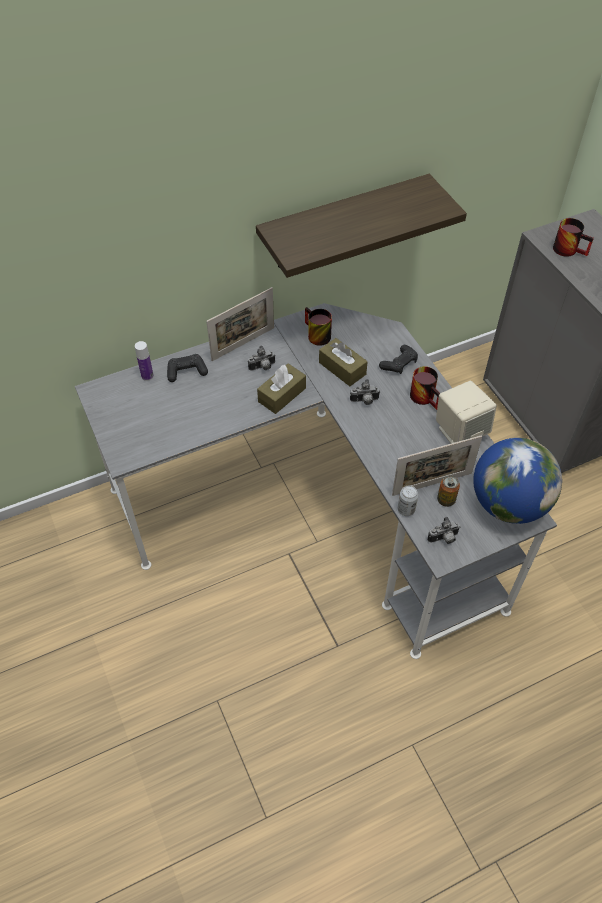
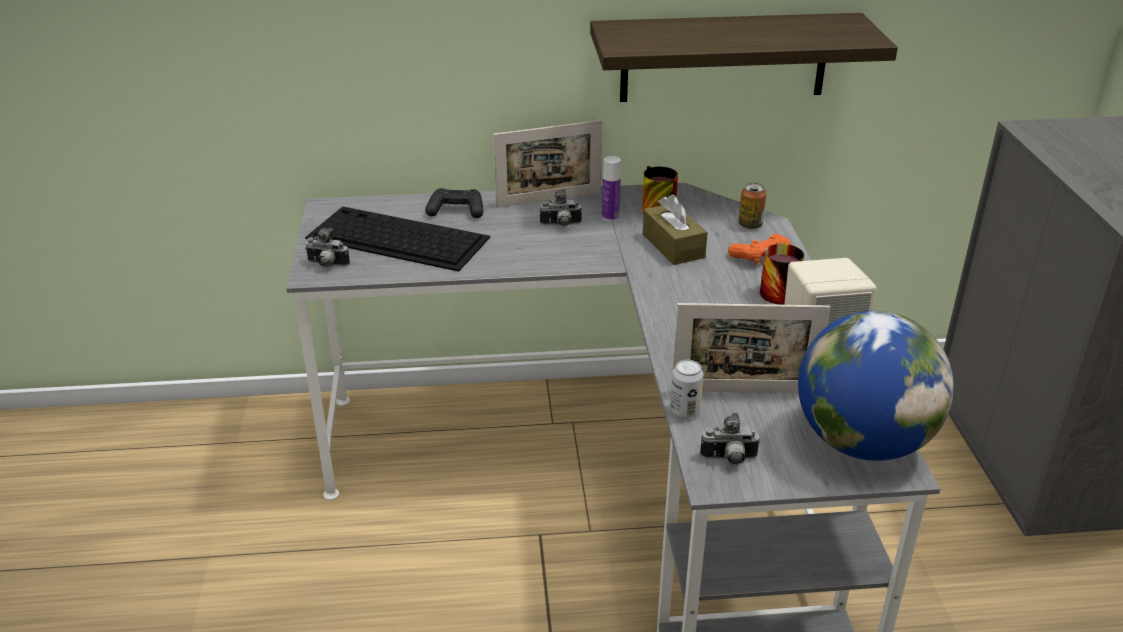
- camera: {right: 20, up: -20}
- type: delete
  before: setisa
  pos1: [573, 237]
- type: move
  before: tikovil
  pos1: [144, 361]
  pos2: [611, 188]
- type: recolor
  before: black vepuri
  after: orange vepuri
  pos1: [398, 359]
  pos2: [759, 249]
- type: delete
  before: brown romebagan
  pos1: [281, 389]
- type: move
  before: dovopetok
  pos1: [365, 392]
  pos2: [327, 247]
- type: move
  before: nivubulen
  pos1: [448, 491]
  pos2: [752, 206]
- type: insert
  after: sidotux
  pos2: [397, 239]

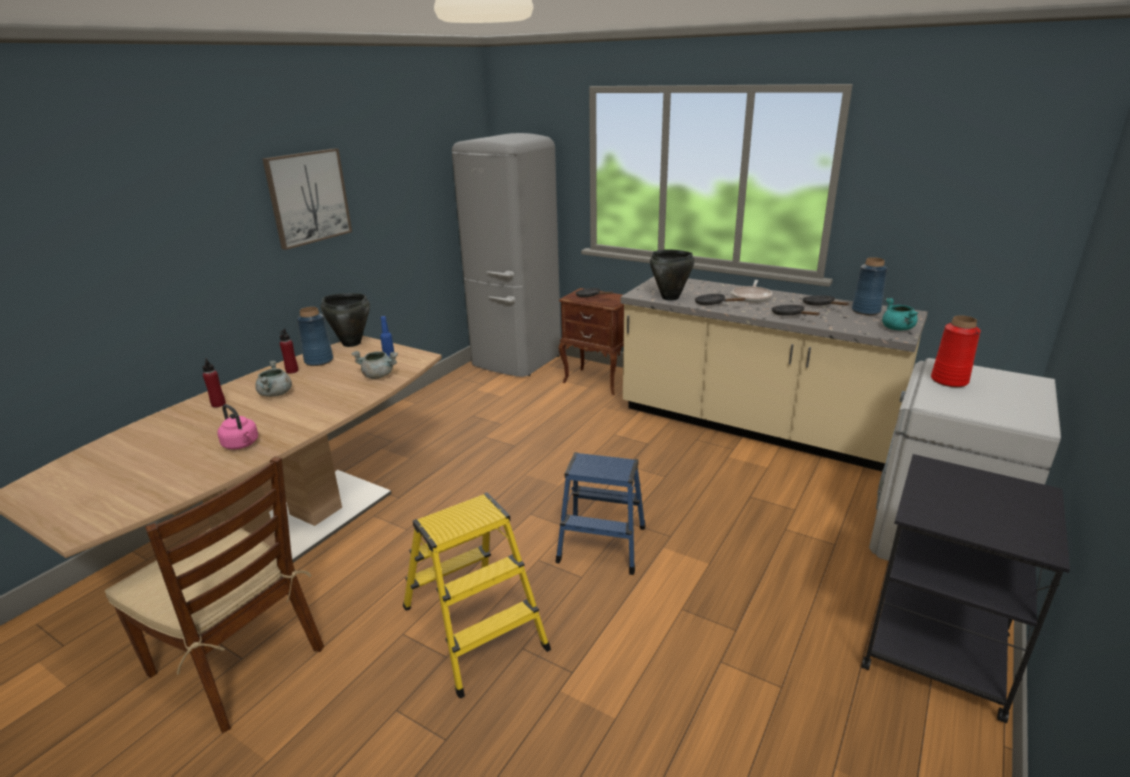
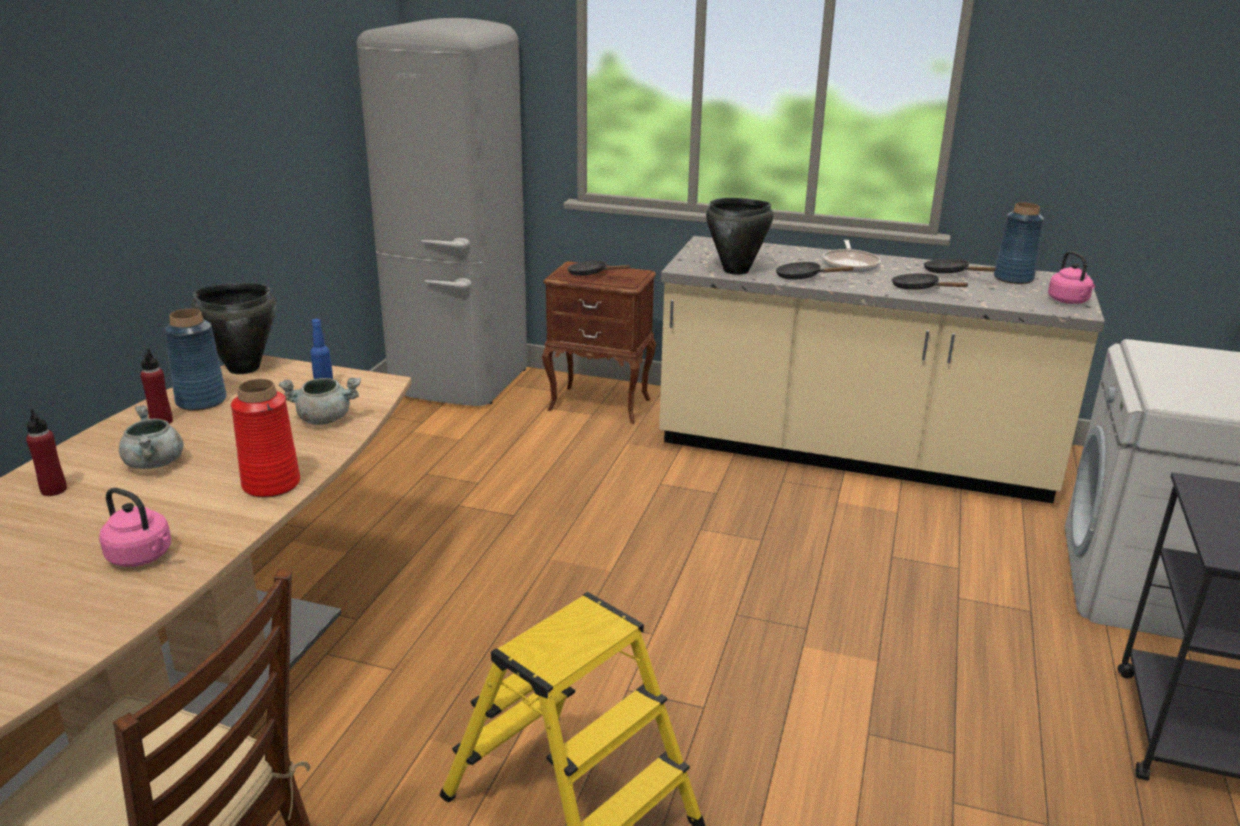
- camera: {right: -15, up: 0}
- type: delete
  before: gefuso
  pos1: [307, 199]
- type: replace
  before: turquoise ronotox
  after: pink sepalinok
  pos1: [900, 314]
  pos2: [1071, 277]
- type: move
  before: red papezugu
  pos1: [956, 351]
  pos2: [265, 438]
- type: delete
  before: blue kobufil
  pos1: [601, 513]

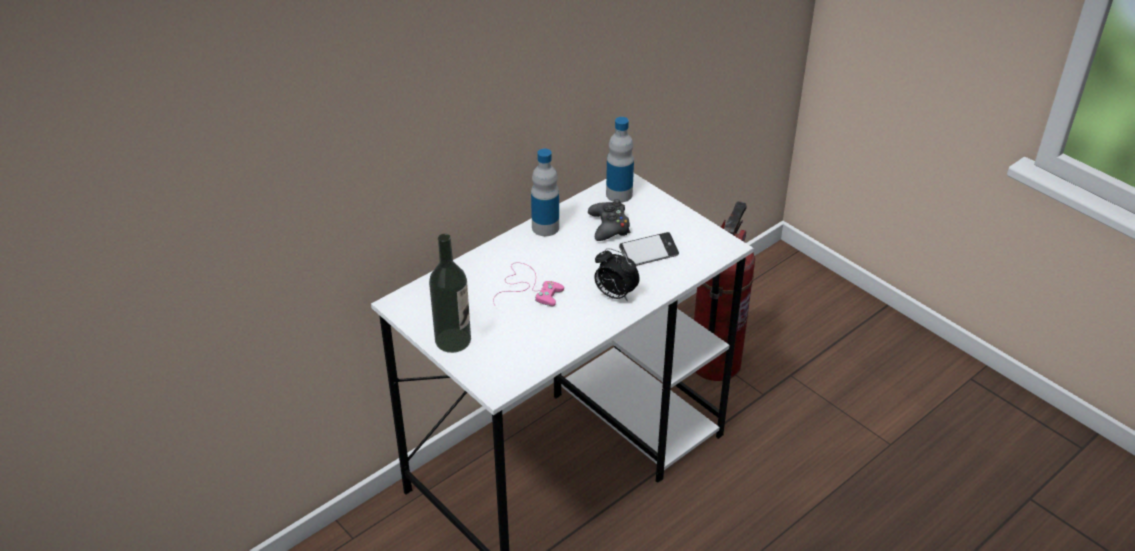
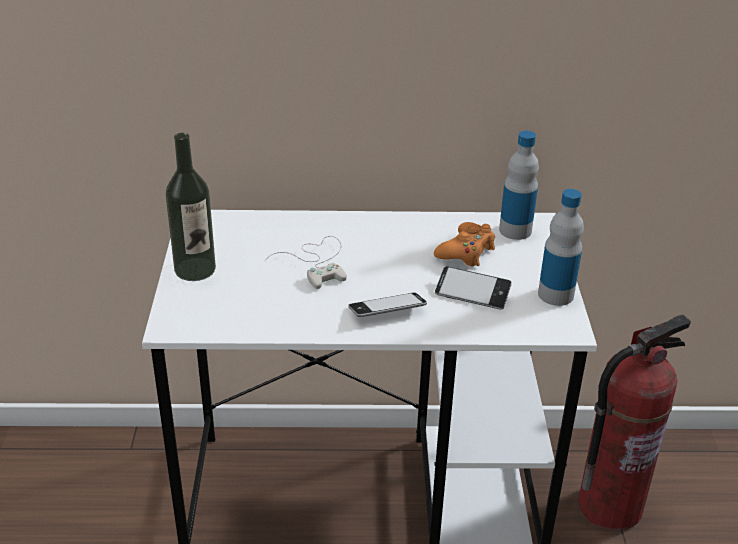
- camera: {right: 40, up: -5}
- type: move
  before: tikovil
  pos1: [545, 192]
  pos2: [561, 247]
- type: recolor
  before: black vepuri
  after: orange vepuri
  pos1: [609, 220]
  pos2: [464, 244]
- type: replace
  before: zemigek
  after: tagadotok
  pos1: [617, 275]
  pos2: [387, 305]
- type: recolor
  before: pink vepuri
  after: white vepuri
  pos1: [528, 284]
  pos2: [306, 262]

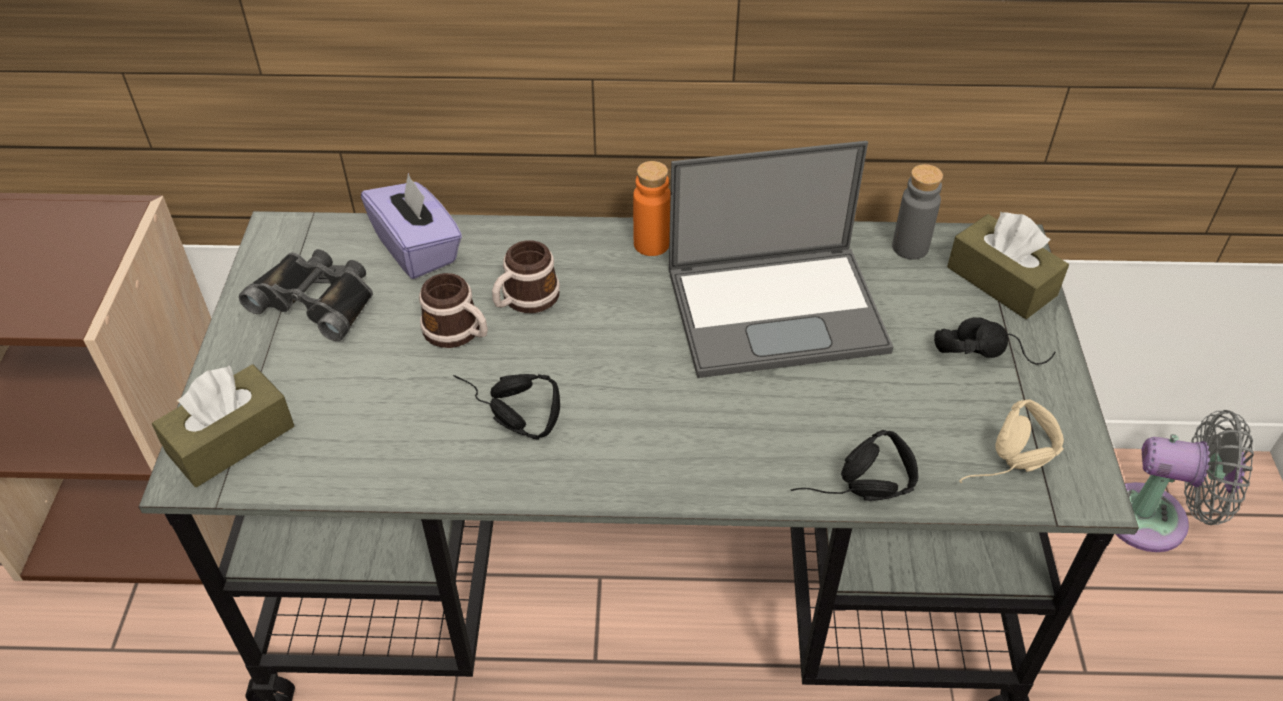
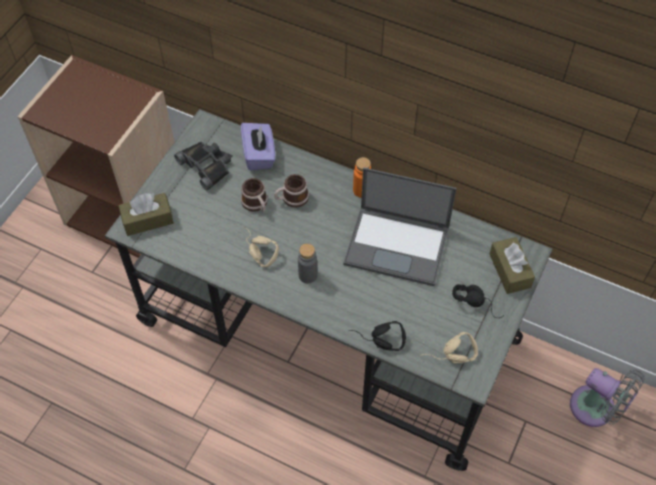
- camera: {right: 25, up: 10}
- type: move
  before: grey tikovil
  pos1: [917, 212]
  pos2: [307, 263]
- type: recolor
  before: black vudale
  after: beige vudale
  pos1: [506, 407]
  pos2: [261, 246]

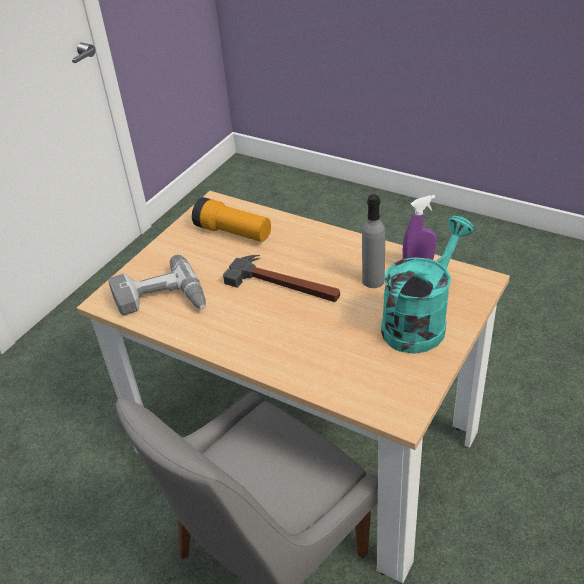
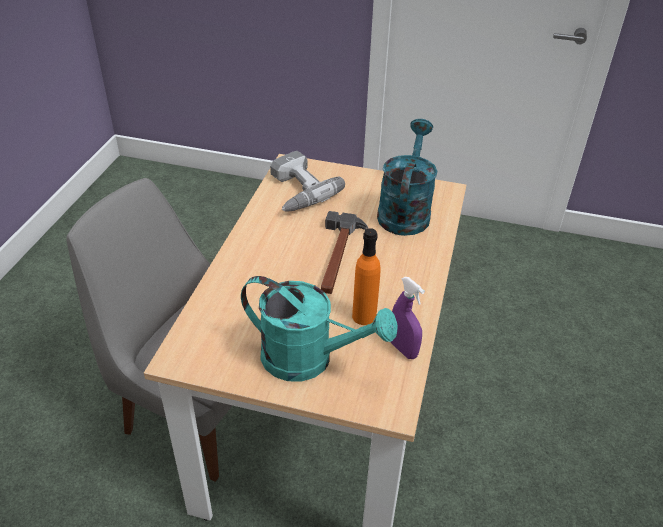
- camera: {right: 70, up: 0}
- type: recolor
  before: grey tikovil
  after: orange tikovil
  pos1: [373, 241]
  pos2: [366, 276]
- type: replace
  before: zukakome
  after: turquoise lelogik
  pos1: [231, 219]
  pos2: [407, 177]

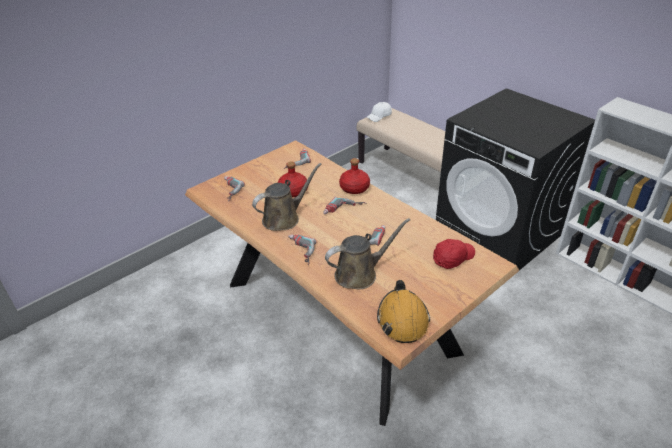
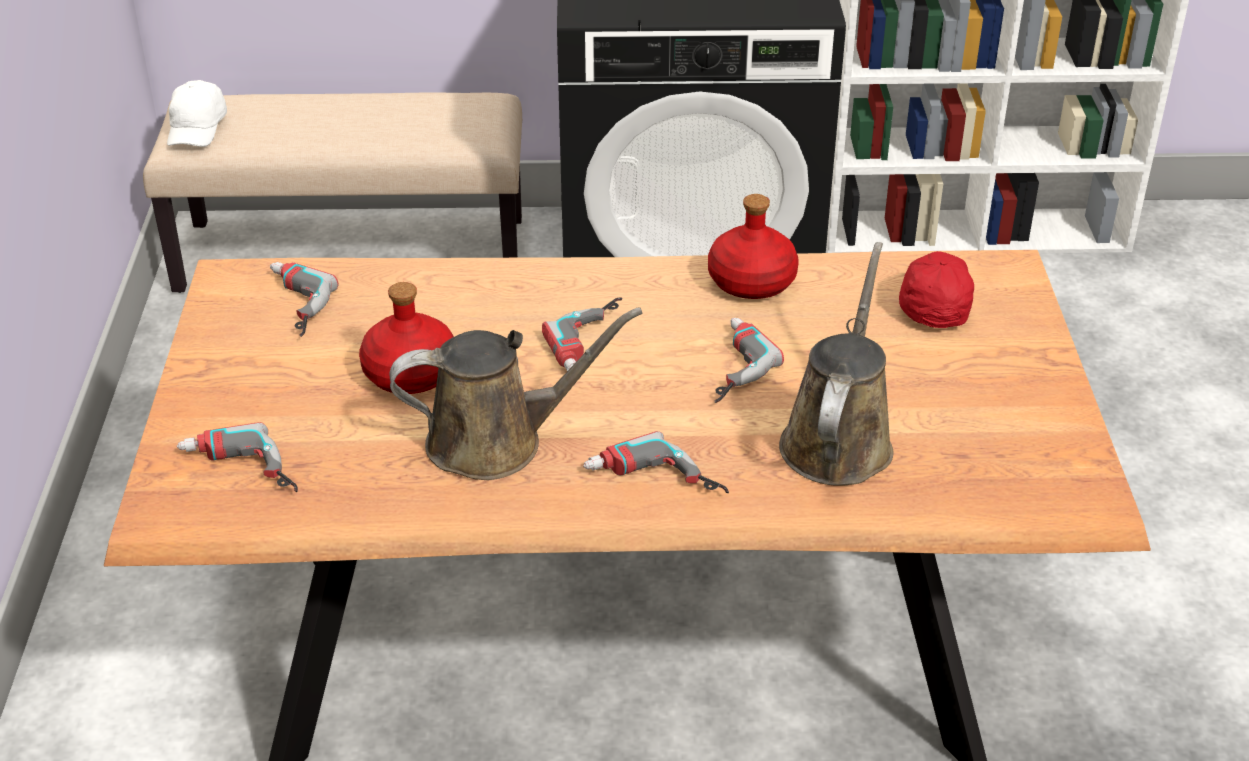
- camera: {right: -50, up: 0}
- type: move
  before: red tikovil
  pos1: [354, 176]
  pos2: [753, 246]
- type: rotate
  before: brown lelogik
  pos1: [287, 197]
  pos2: [516, 393]
  turn: 75
- type: delete
  before: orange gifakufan
  pos1: [403, 311]

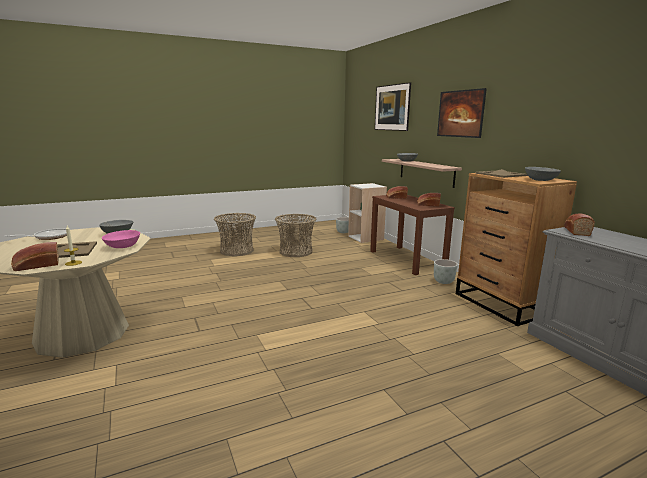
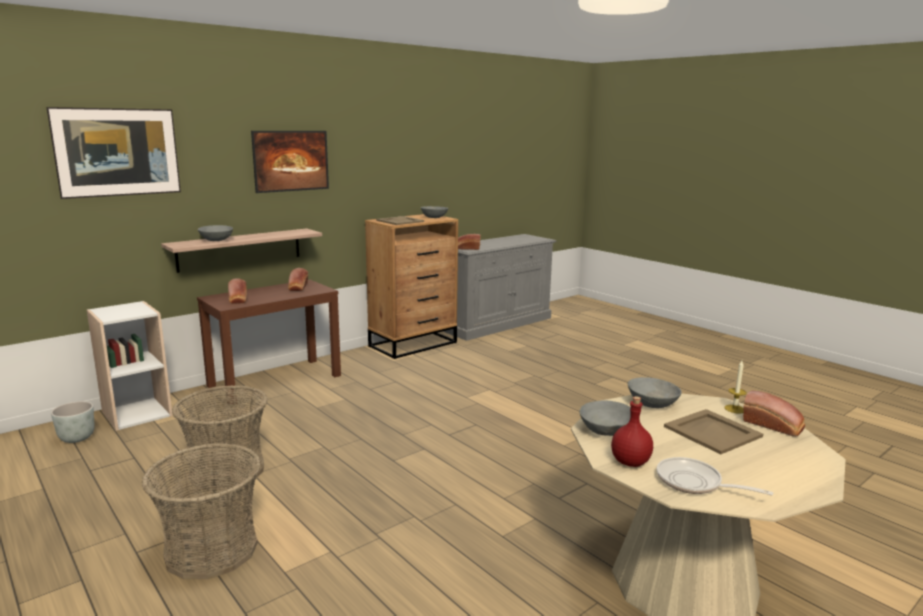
- camera: {right: -105, up: 0}
- type: recolor
  before: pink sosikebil
  after: grey sosikebil
  pos1: [121, 239]
  pos2: [655, 392]
- type: delete
  before: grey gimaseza
  pos1: [446, 271]
- type: insert
  after: red tikovil
  pos2: [632, 431]

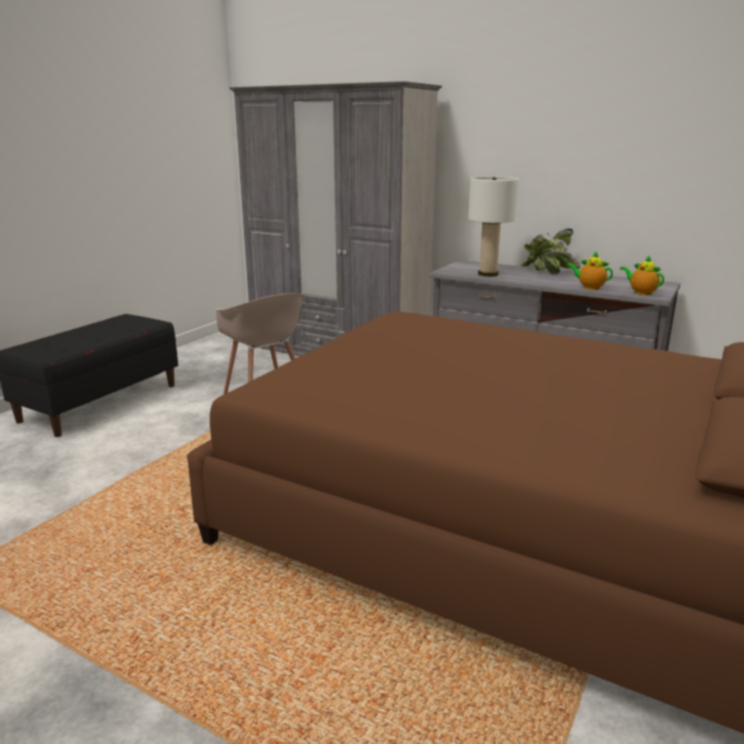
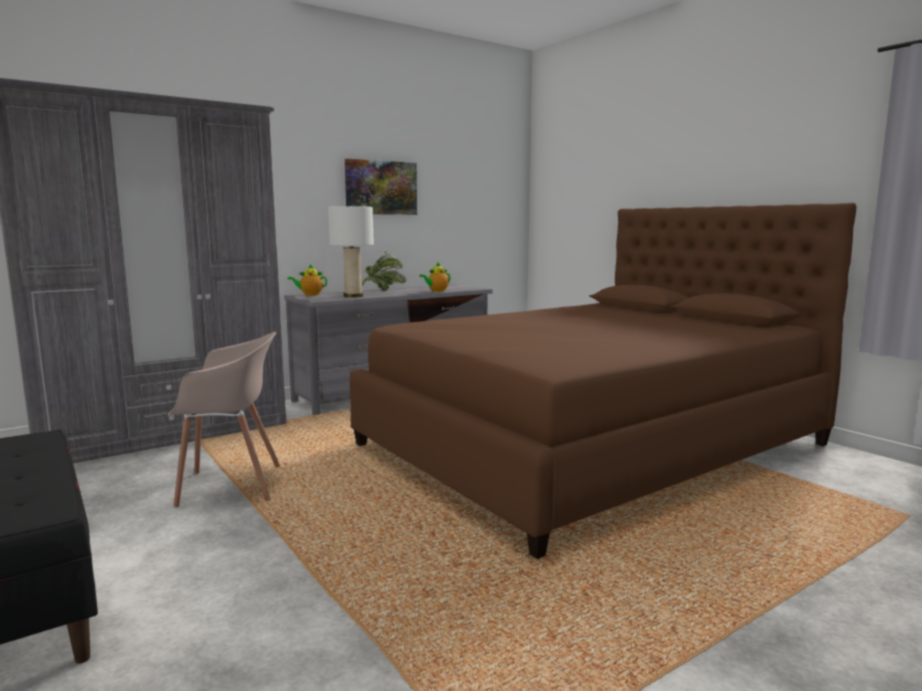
- camera: {right: -65, up: -10}
- type: move
  before: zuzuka
  pos1: [642, 275]
  pos2: [307, 280]
- type: insert
  after: gefuso
  pos2: [381, 187]

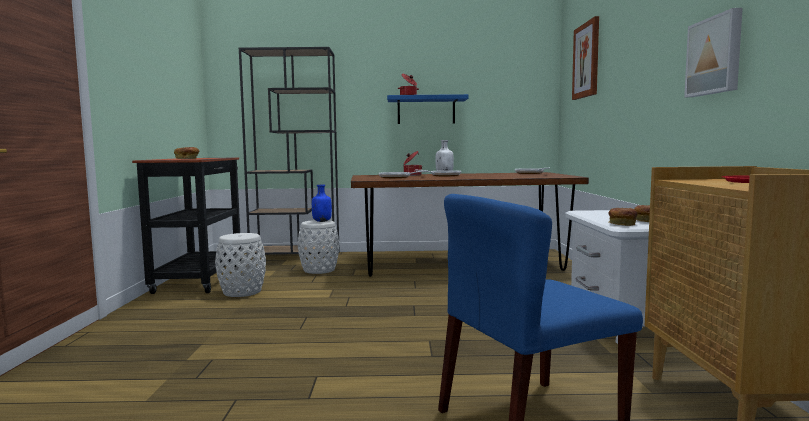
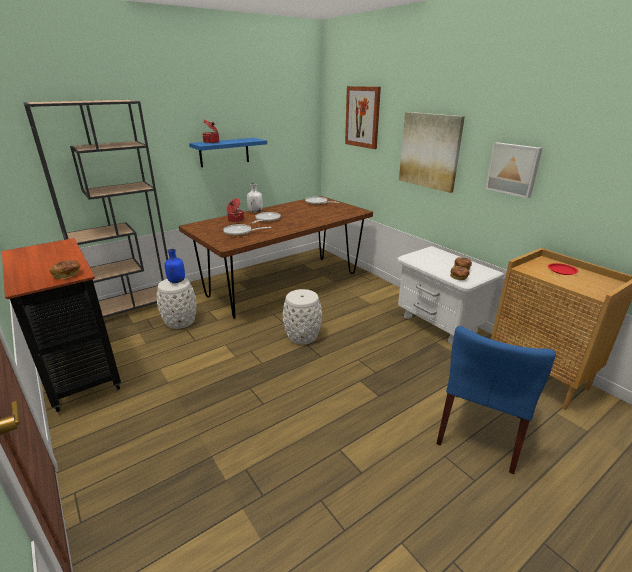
- camera: {right: -35, up: 20}
- type: move
  before: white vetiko
  pos1: [240, 265]
  pos2: [302, 316]
- type: insert
  after: gefuso
  pos2: [432, 152]

